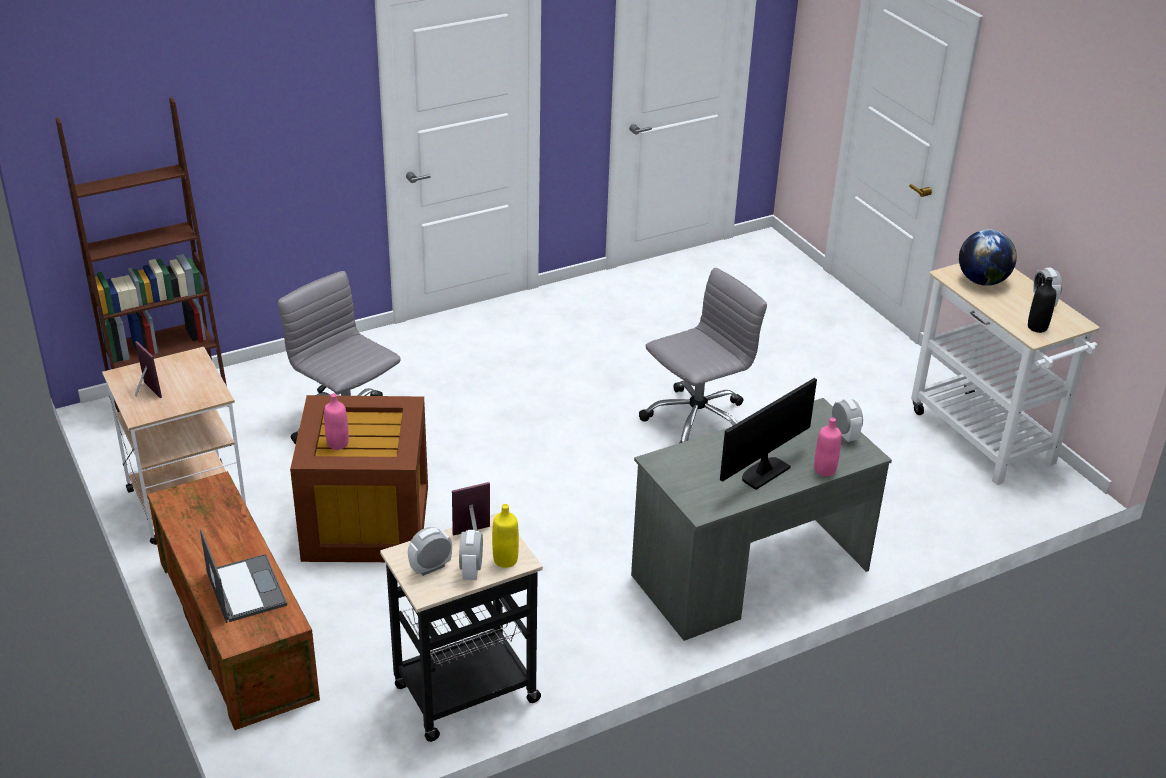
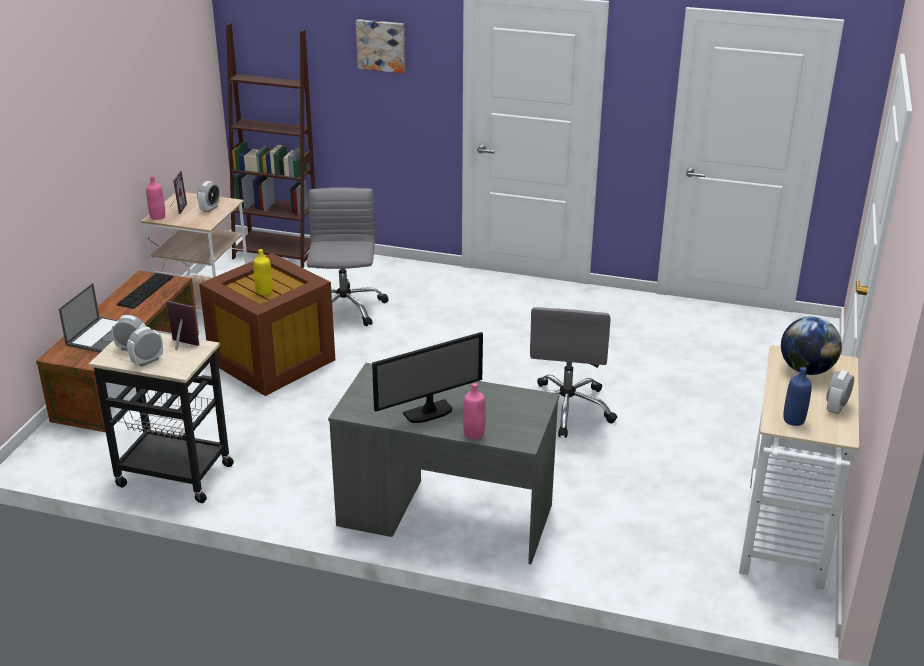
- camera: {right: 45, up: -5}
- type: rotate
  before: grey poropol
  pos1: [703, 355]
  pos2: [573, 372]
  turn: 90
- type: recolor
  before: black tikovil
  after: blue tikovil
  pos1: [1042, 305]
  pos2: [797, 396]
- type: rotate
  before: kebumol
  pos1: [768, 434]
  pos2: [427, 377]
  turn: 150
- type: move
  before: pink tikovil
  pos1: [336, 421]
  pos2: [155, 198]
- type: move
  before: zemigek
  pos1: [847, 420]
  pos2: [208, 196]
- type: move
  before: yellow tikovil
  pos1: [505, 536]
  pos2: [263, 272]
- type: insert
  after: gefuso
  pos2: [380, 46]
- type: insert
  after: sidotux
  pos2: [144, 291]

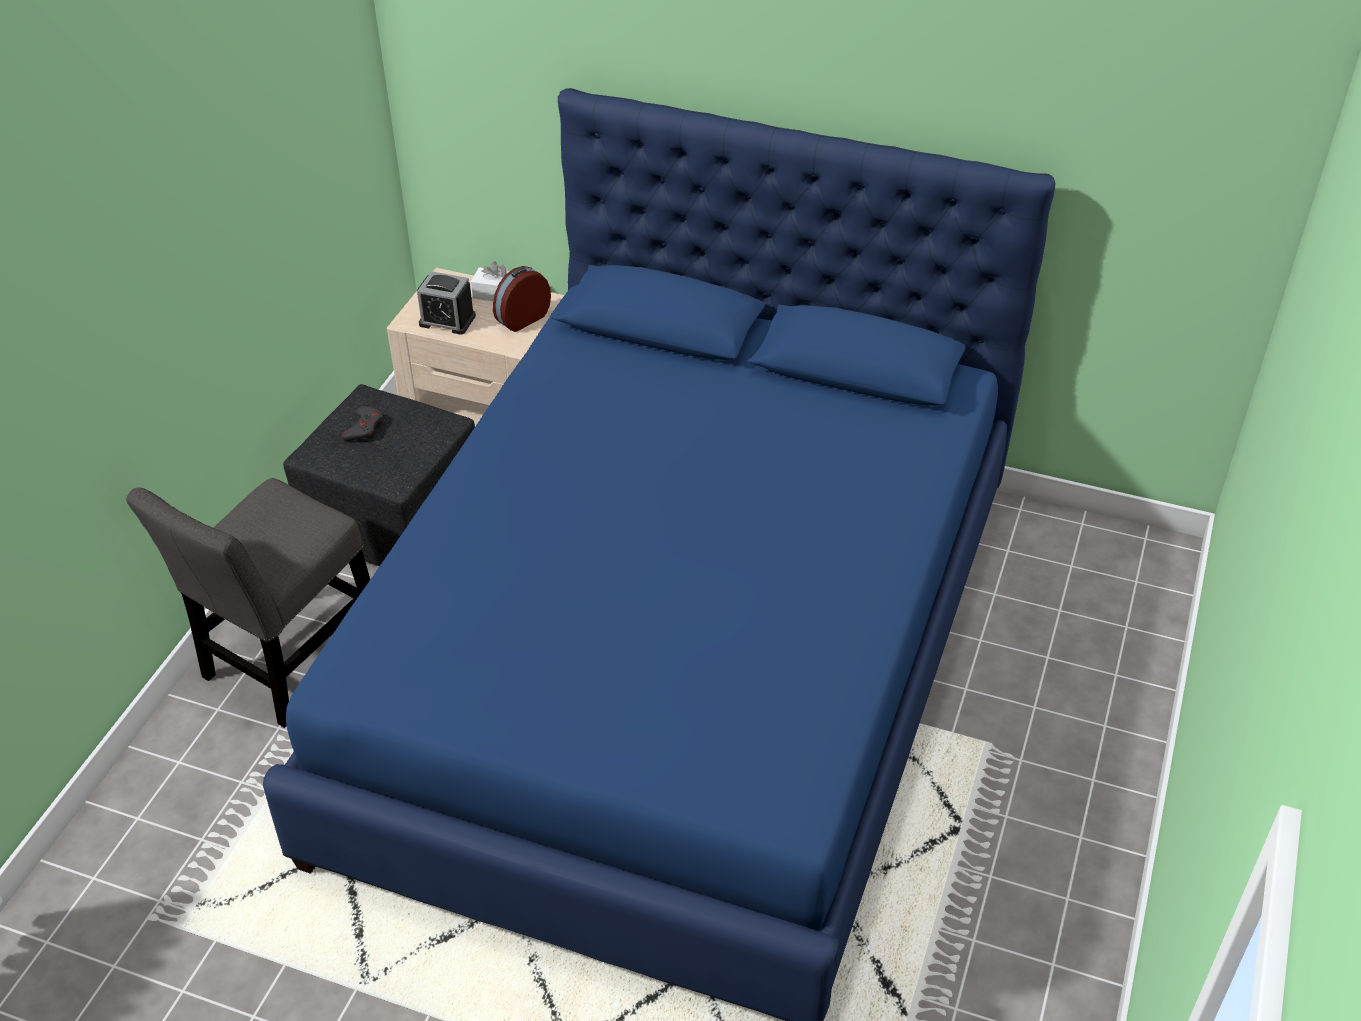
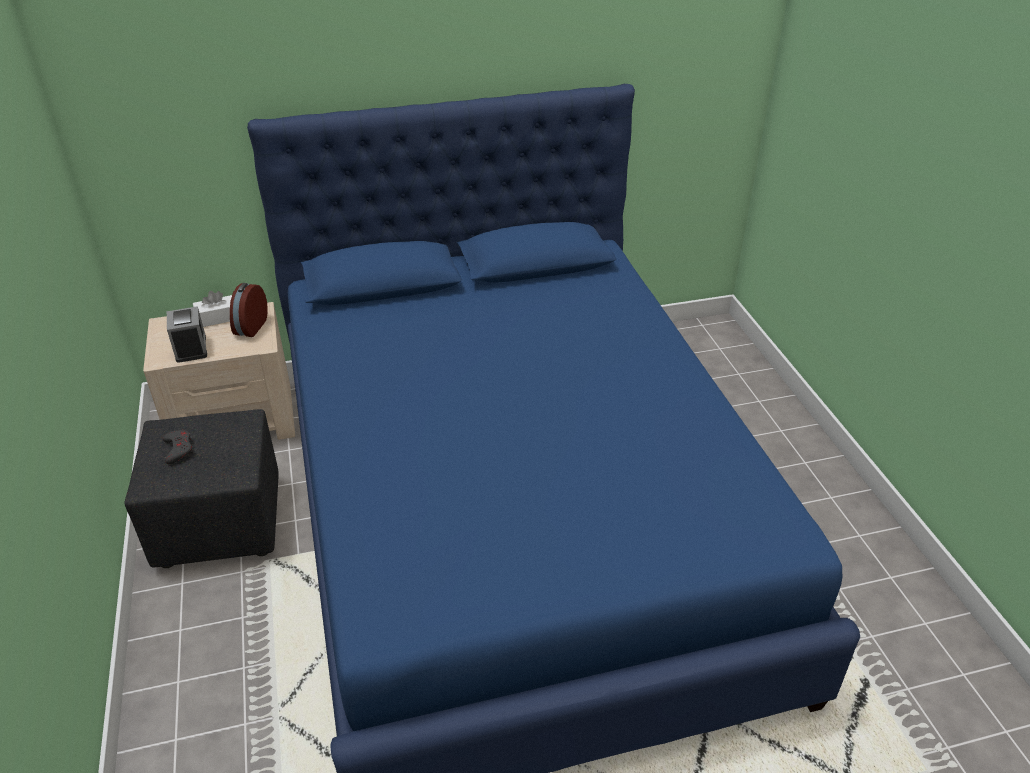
- camera: {right: -35, up: -5}
- type: rotate
  before: zemigek
  pos1: [446, 303]
  pos2: [187, 334]
  turn: -90
- type: delete
  before: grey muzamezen
  pos1: [248, 603]

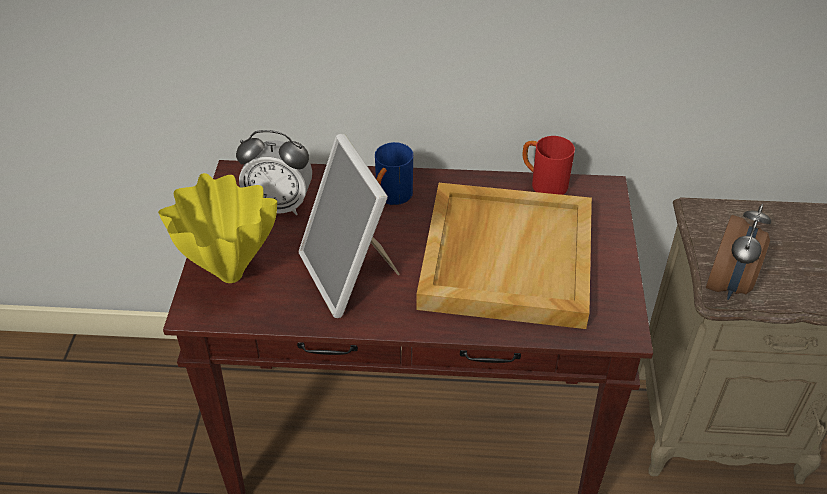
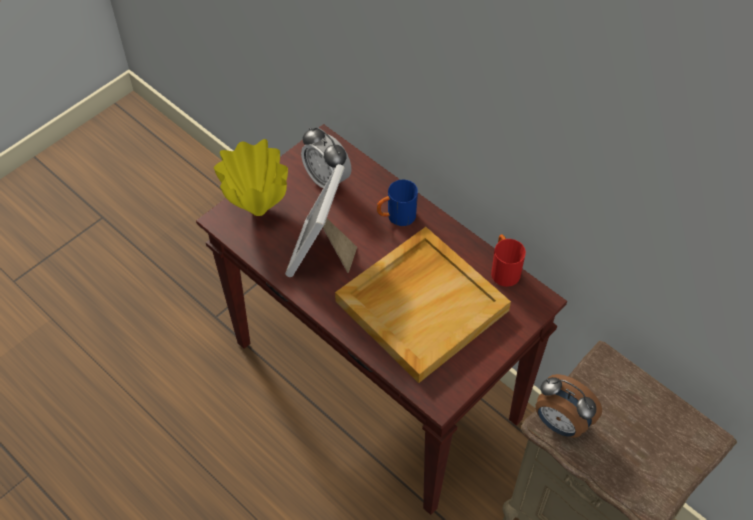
- camera: {right: 40, up: 10}
- type: rotate
  before: zemigek
  pos1: [738, 252]
  pos2: [568, 406]
  turn: 60

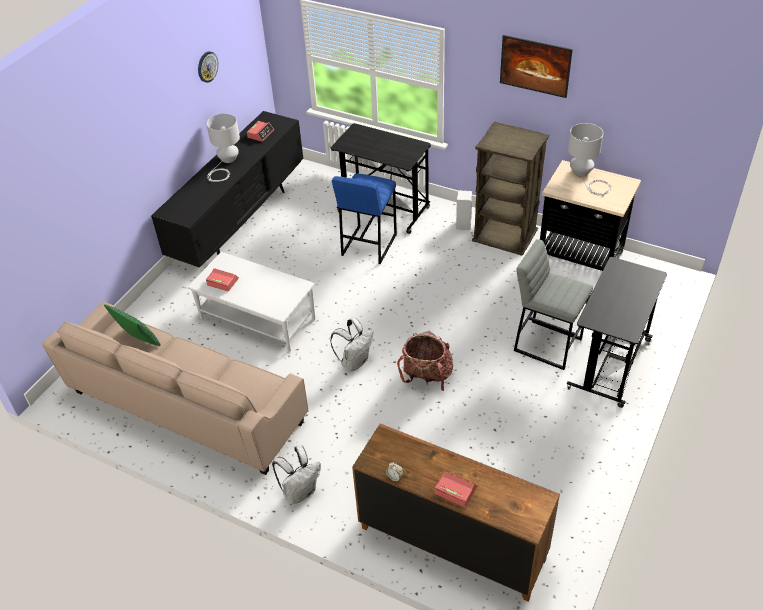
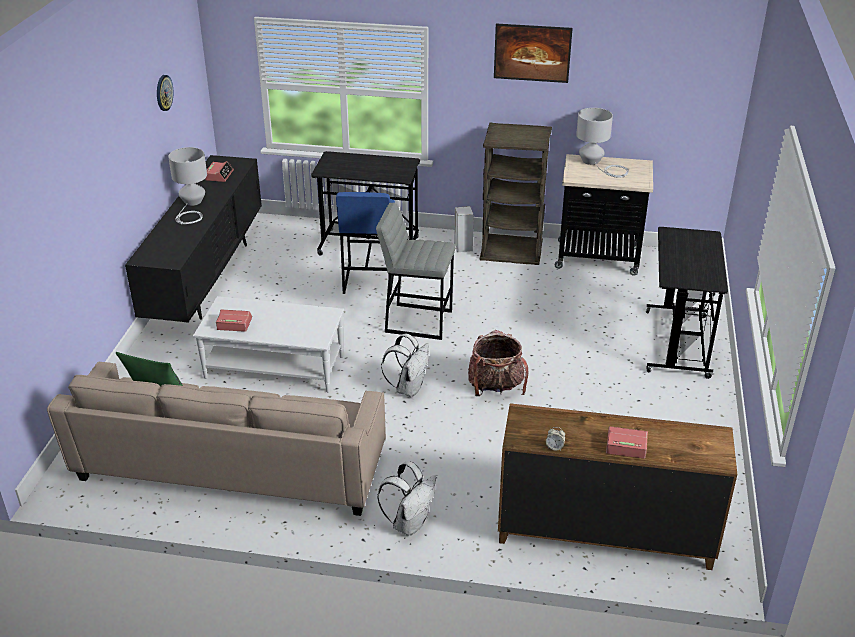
- camera: {right: -20, up: -10}
- type: move
  before: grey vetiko
  pos1: [553, 304]
  pos2: [416, 271]

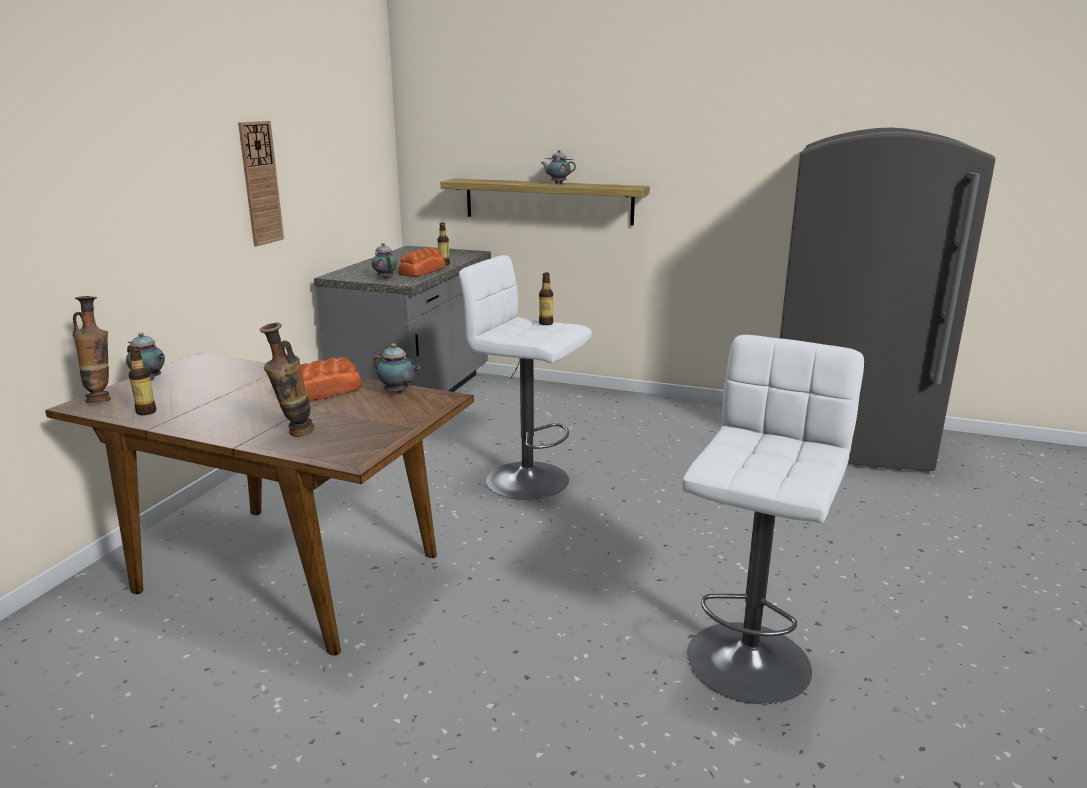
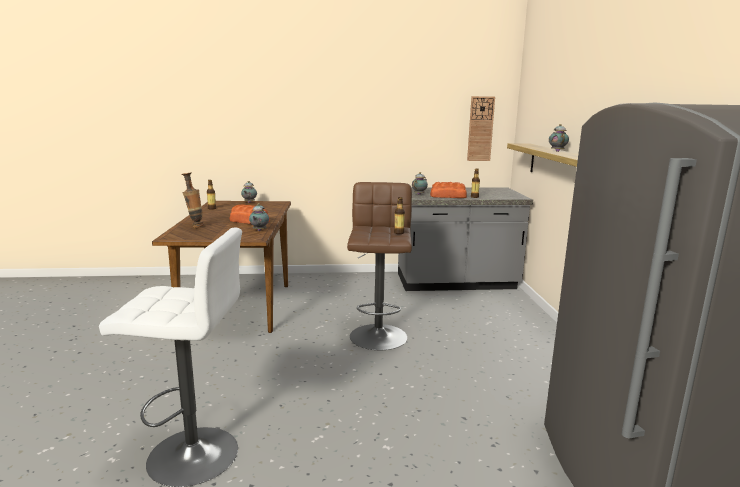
- camera: {right: 65, up: -5}
- type: move
  before: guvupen
  pos1: [261, 183]
  pos2: [481, 128]
- type: recolor
  before: white vetiko
  after: brown vetiko
  pos1: [525, 377]
  pos2: [379, 266]
- type: delete
  before: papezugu
  pos1: [92, 349]

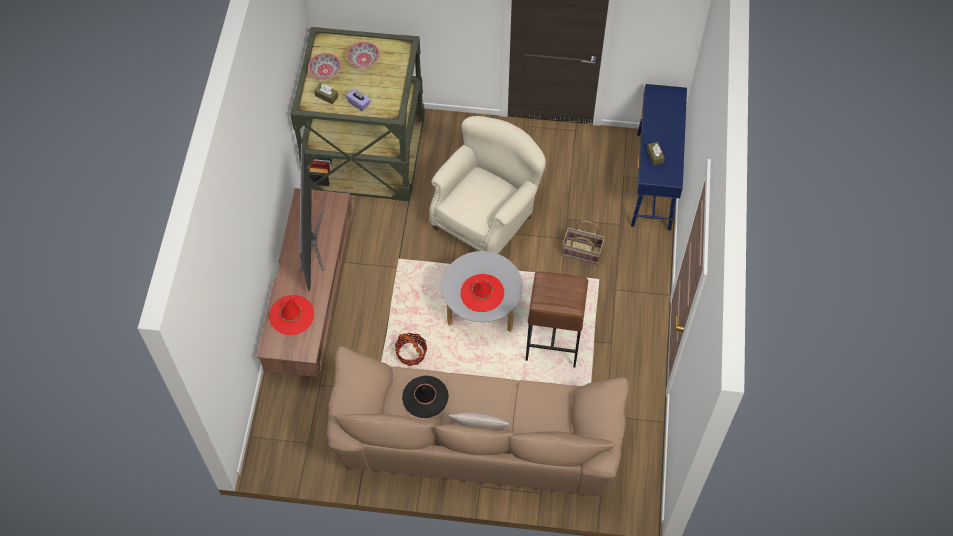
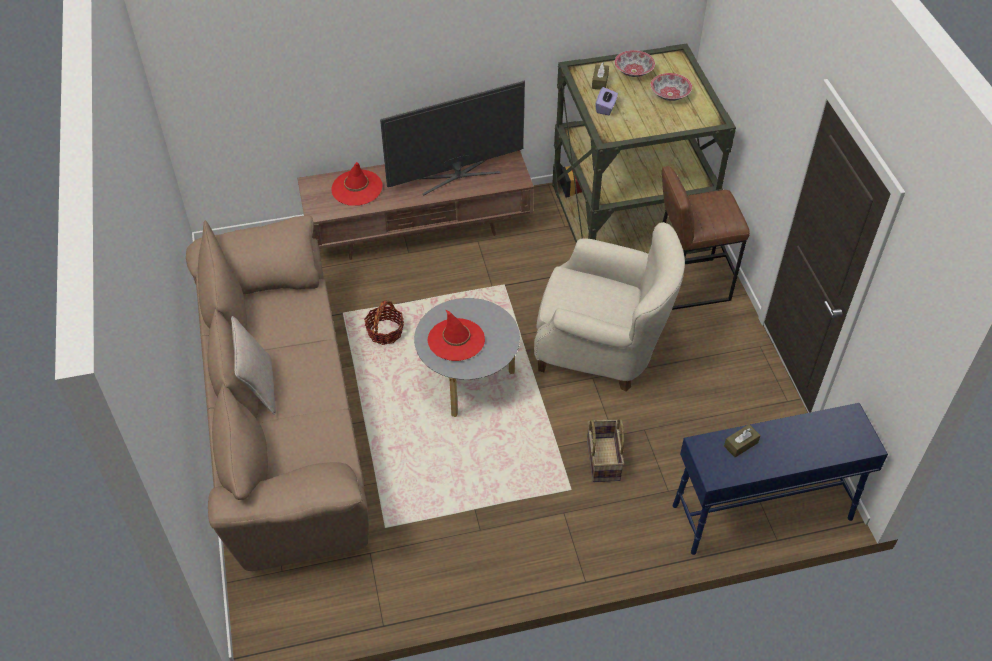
- camera: {right: 70, up: -10}
- type: move
  before: brown vetiko
  pos1: [557, 319]
  pos2: [706, 238]
- type: delete
  before: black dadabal
  pos1: [425, 397]

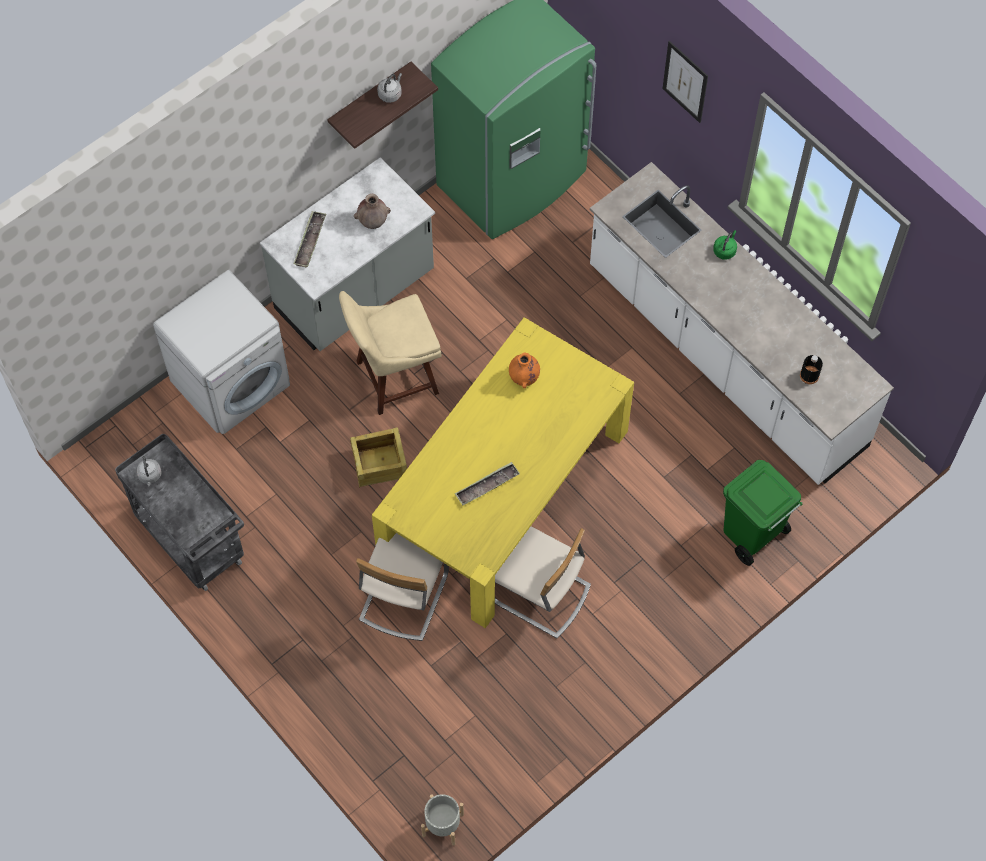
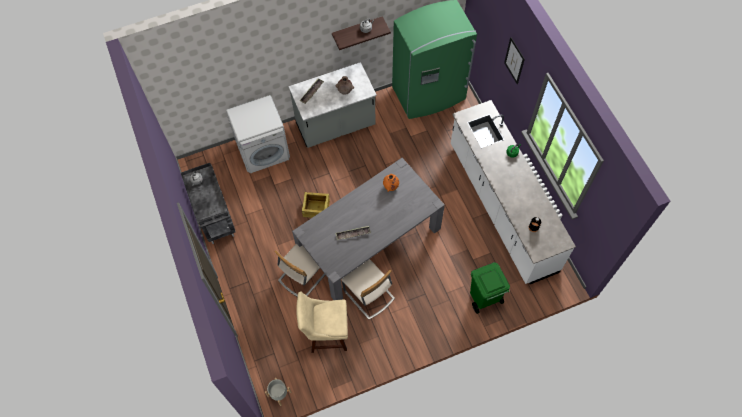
- camera: {right: 20, up: 0}
- type: move
  before: beige vetiko
  pos1: [390, 353]
  pos2: [322, 322]
- type: recolor
  before: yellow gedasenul
  after: grey gedasenul
  pos1: [503, 472]
  pos2: [368, 229]

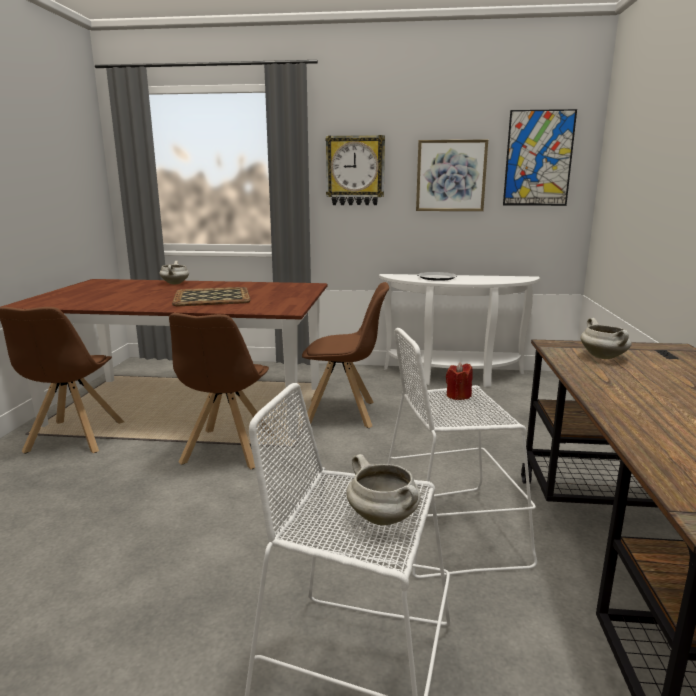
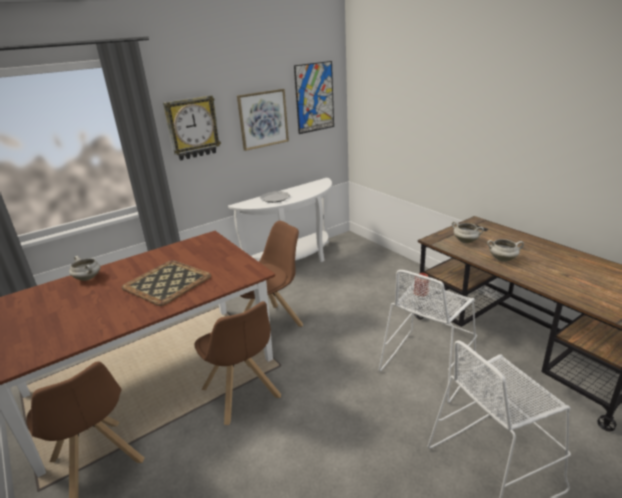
- camera: {right: -40, up: 10}
- type: move
  before: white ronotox
  pos1: [384, 489]
  pos2: [505, 250]

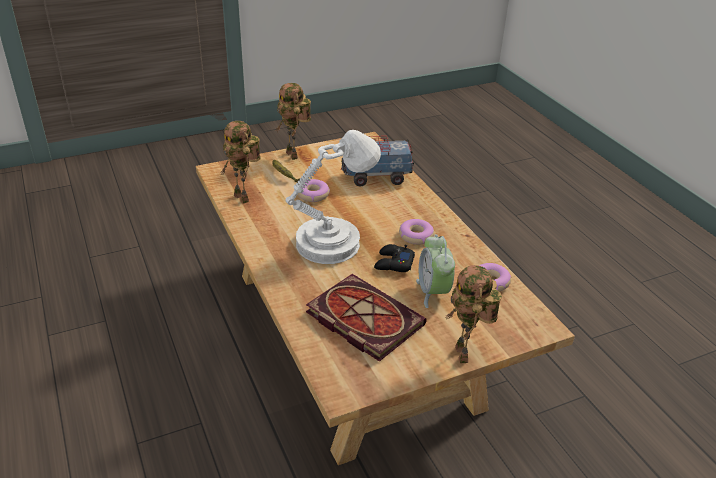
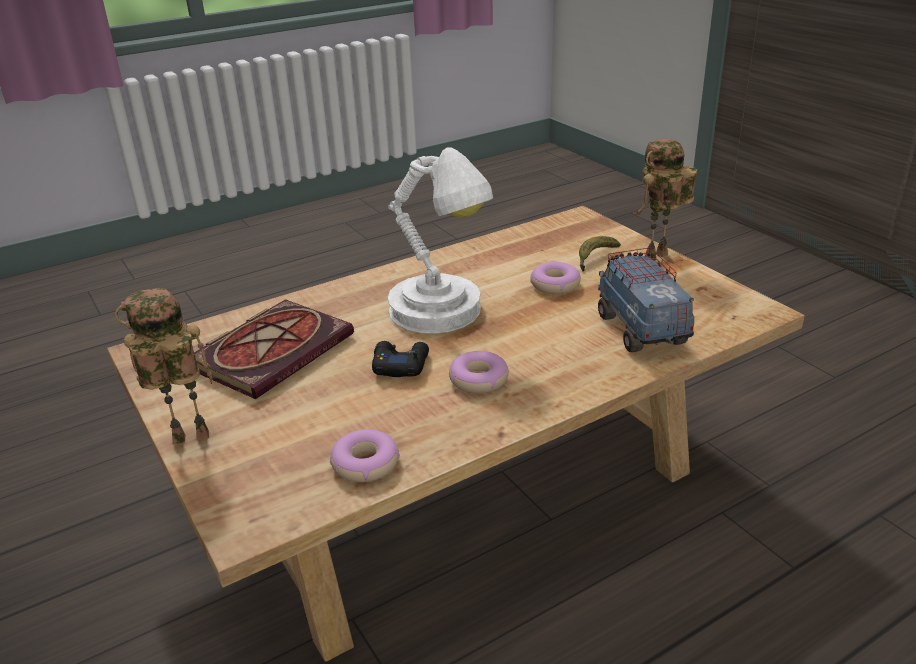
- camera: {right: 85, up: -5}
- type: delete
  before: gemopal
  pos1: [241, 162]
- type: delete
  before: zemigek
  pos1: [435, 271]

